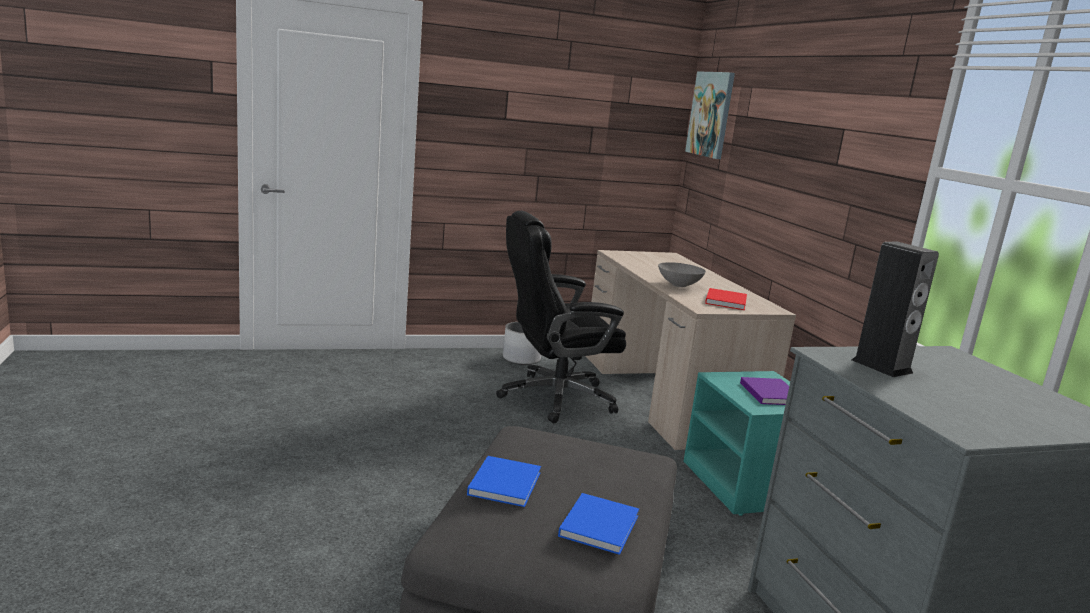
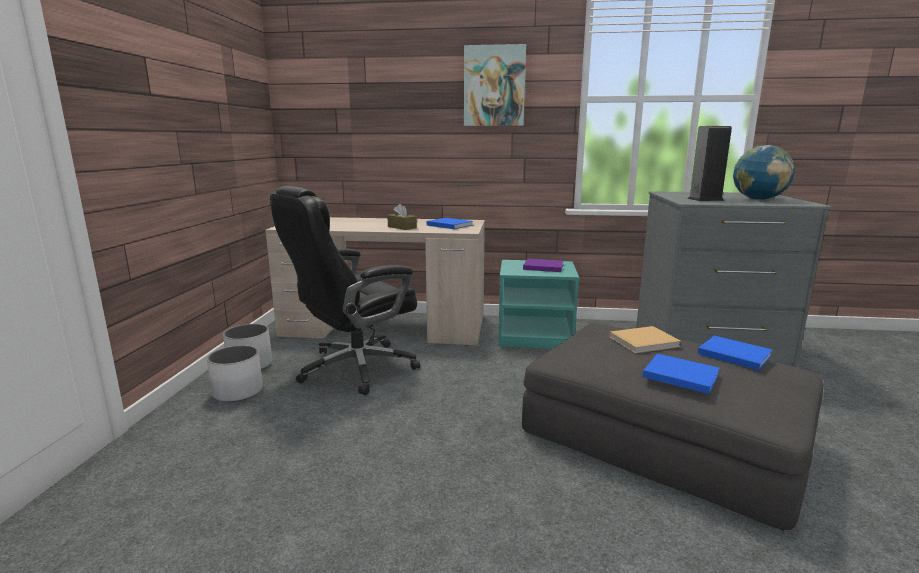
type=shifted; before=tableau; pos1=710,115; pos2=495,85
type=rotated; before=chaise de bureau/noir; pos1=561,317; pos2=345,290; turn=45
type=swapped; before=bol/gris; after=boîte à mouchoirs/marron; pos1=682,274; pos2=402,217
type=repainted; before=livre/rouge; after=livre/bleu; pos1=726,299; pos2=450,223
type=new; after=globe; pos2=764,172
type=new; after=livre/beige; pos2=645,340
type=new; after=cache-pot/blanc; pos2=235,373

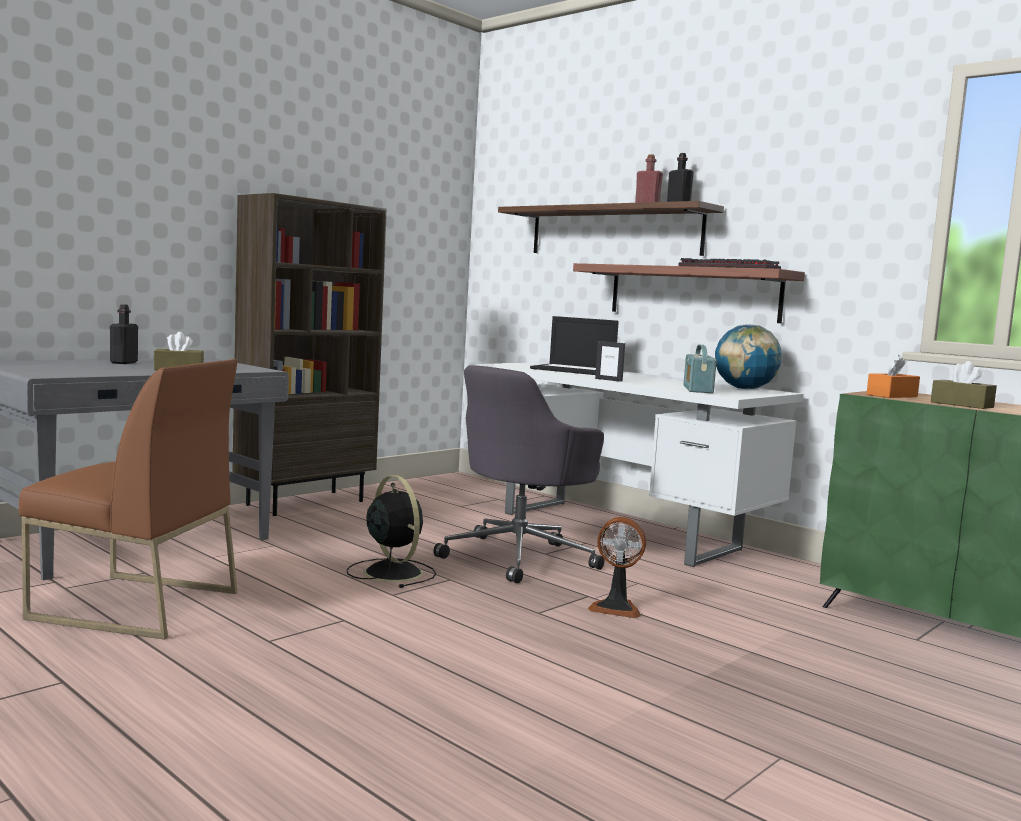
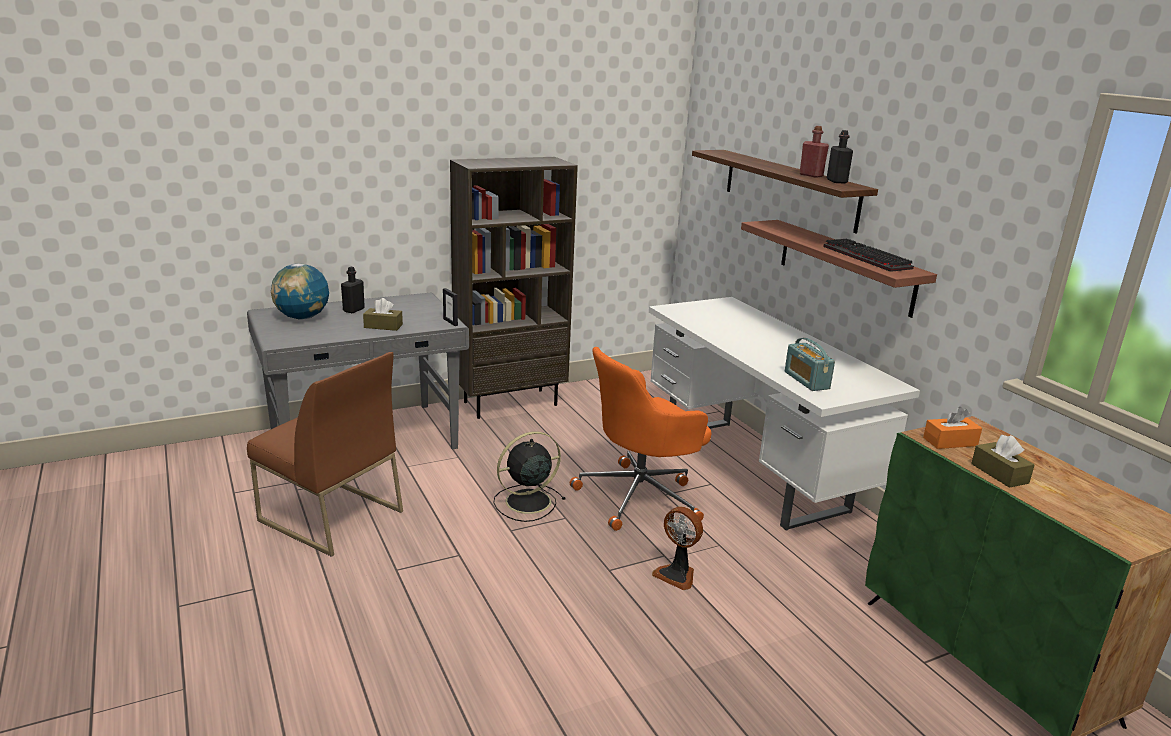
type=gone; before=ordinateur portable; pos1=574,345
type=shifted; before=globe; pos1=748,356; pos2=300,291
type=shifted; before=cadre photo; pos1=610,361; pos2=450,307
type=rotated; before=radio; pos1=700,369; pos2=810,364; turn=-45
type=repainted; before=chaise de bureau/gris; after=chaise de bureau/orange; pos1=519,474; pos2=640,439
type=rotated; before=ventilateur/noir; pos1=391,531; pos2=529,476; turn=-105

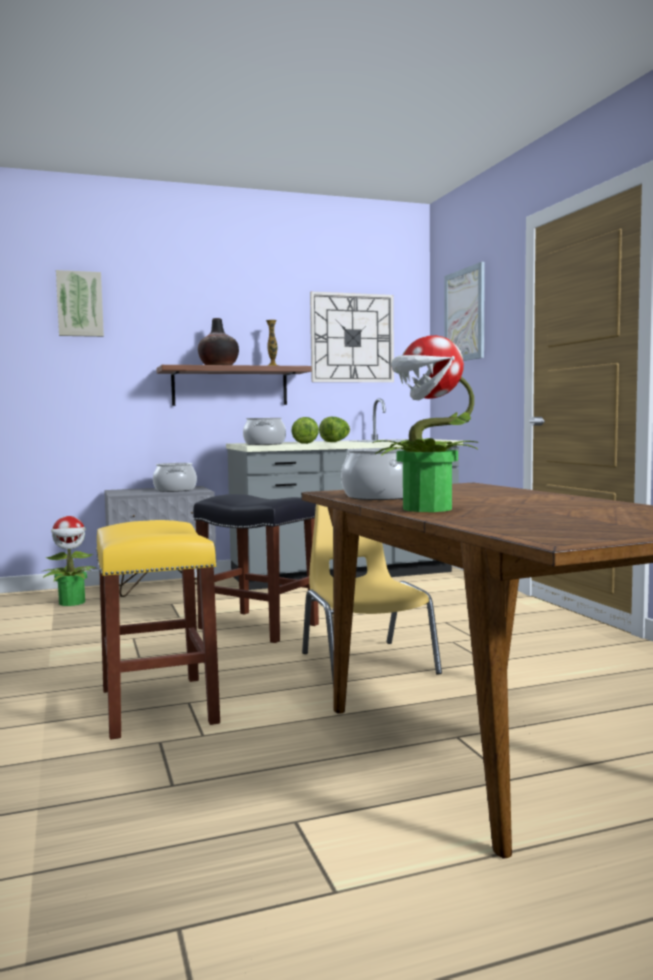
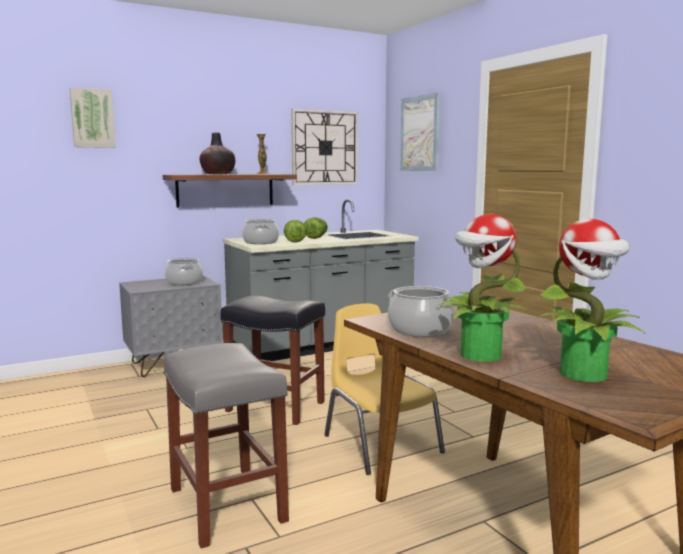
type=shifted; before=plante en pot; pos1=69,561; pos2=591,300
type=repainted; before=tabouret/jaune; after=tabouret/gris; pos1=158,630; pos2=226,445

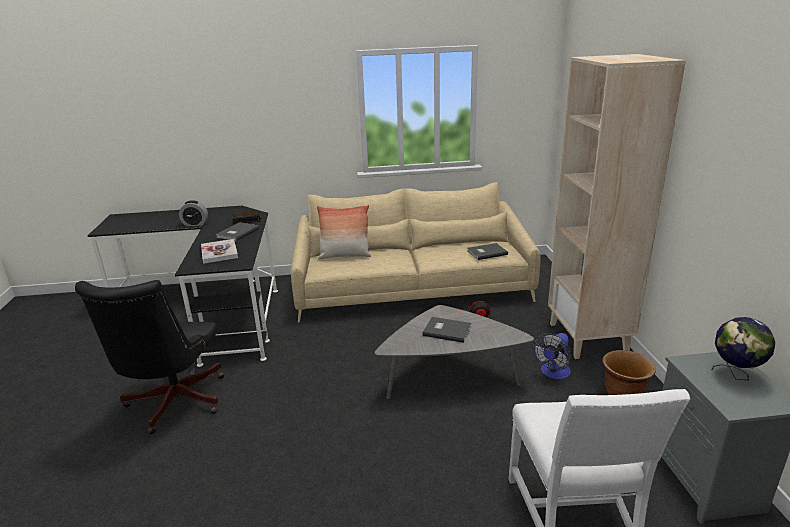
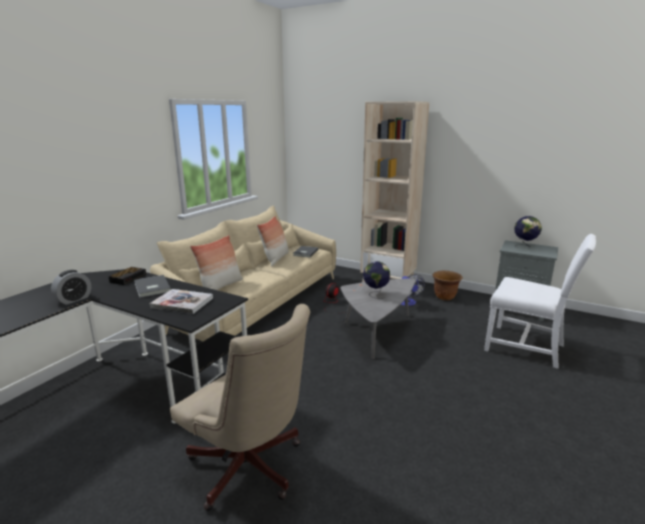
type=repainted; before=chaise de bureau/noir; after=chaise de bureau/beige; pos1=149,357; pos2=240,407
type=swapped; before=livre/gris; after=globe; pos1=447,330; pos2=376,280
type=new; after=coussin; pos2=273,241

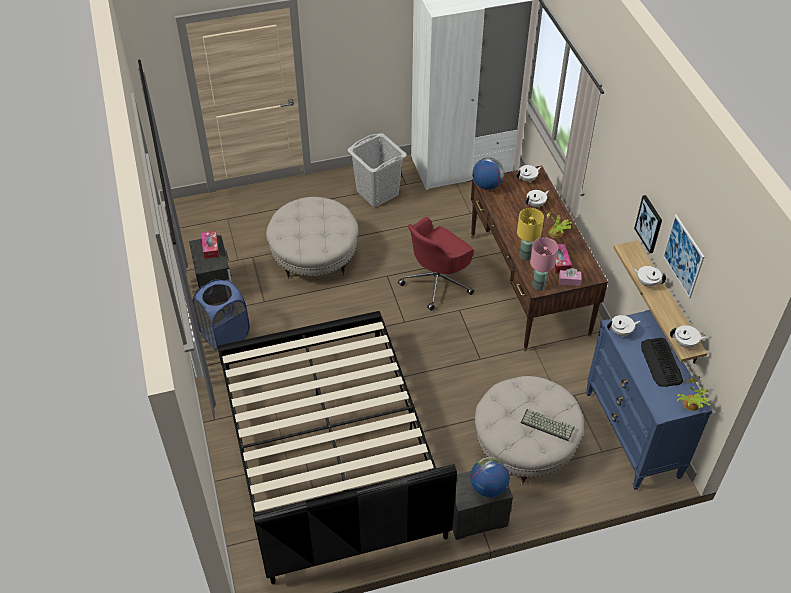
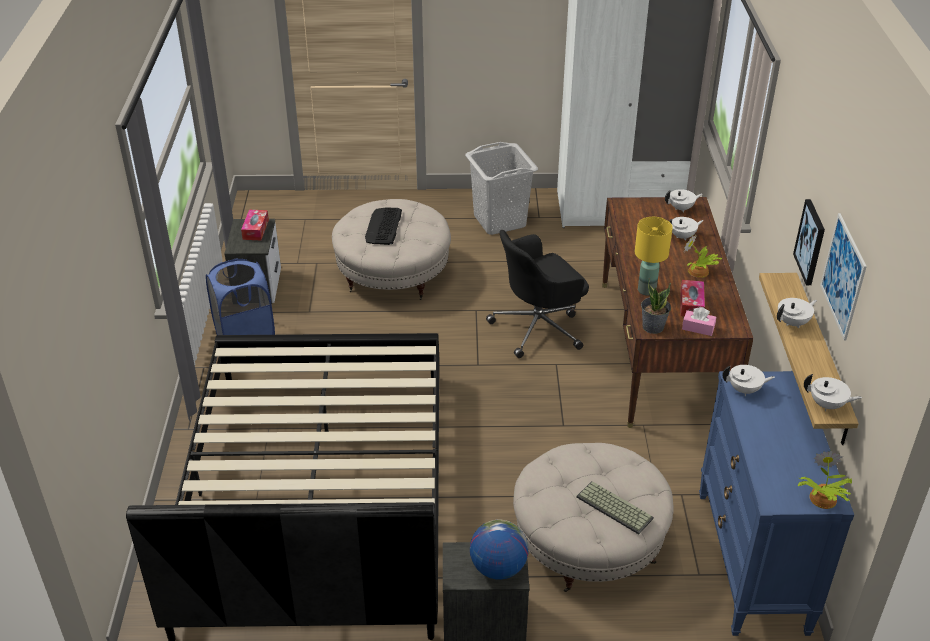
type=gone; before=globe; pos1=488,173
type=repainted; before=chaise de bureau/rouge; after=chaise de bureau/noir; pos1=436,264; pos2=537,294
type=swapped; before=lampe de table/rose; after=plante en pot; pos1=544,264; pos2=656,306
type=rotated; before=théière/blanc; pos1=649,276; pos2=797,313; turn=105
type=shifted; before=clavier; pos1=662,362; pos2=383,226

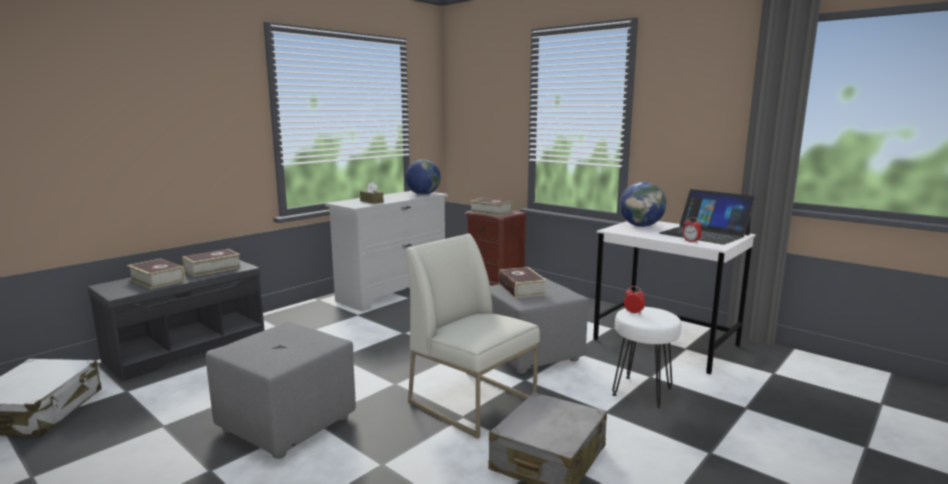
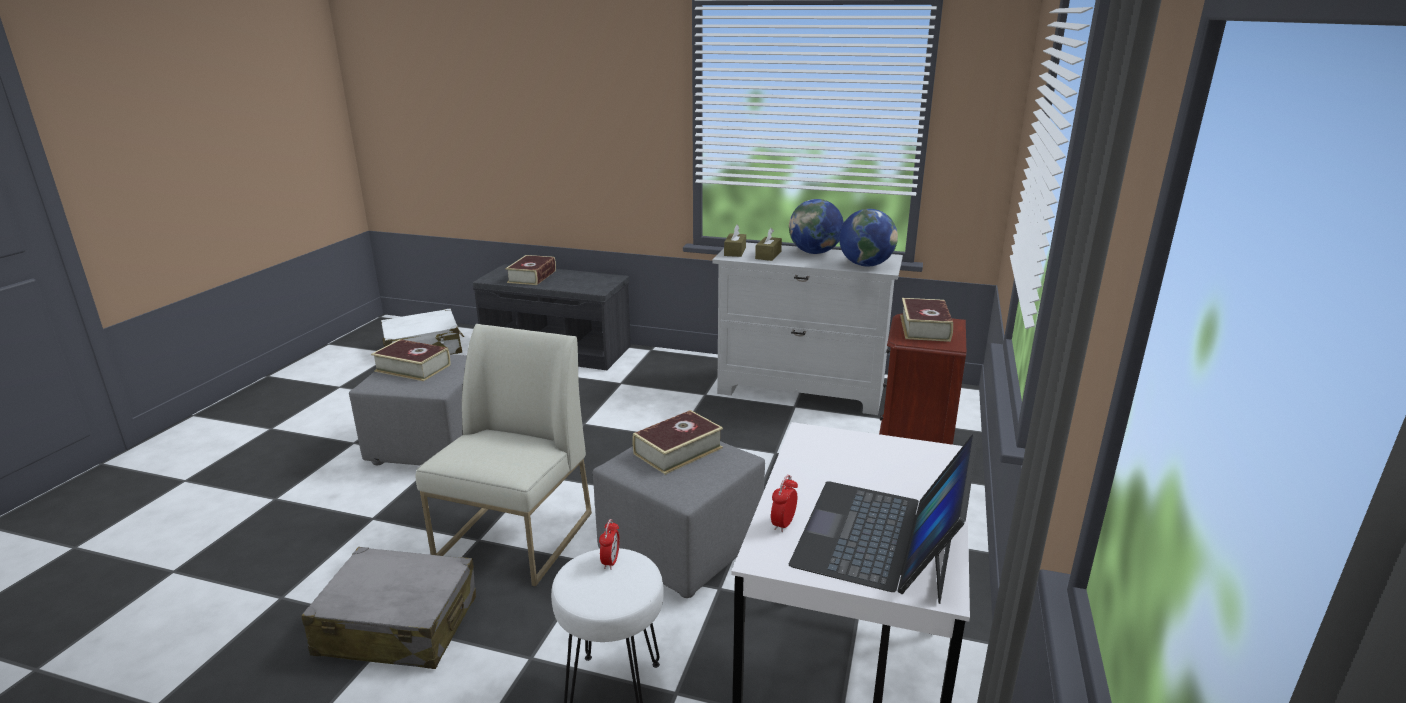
type=shifted; before=globe; pos1=643,204; pos2=816,226
type=shifted; before=livre; pos1=211,263; pos2=411,360
type=new; after=boîte à mouchoirs/marron; pos2=735,241

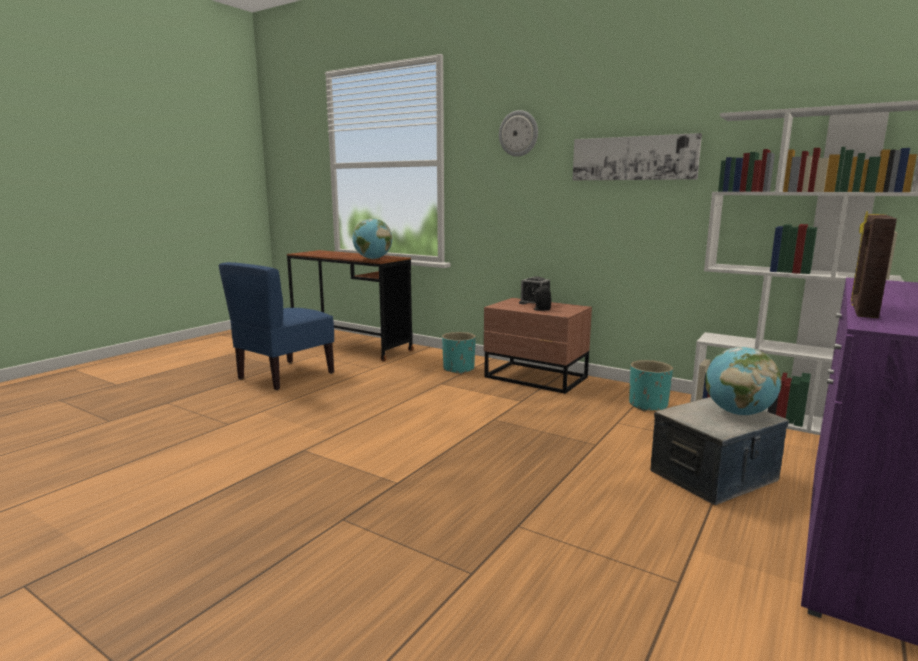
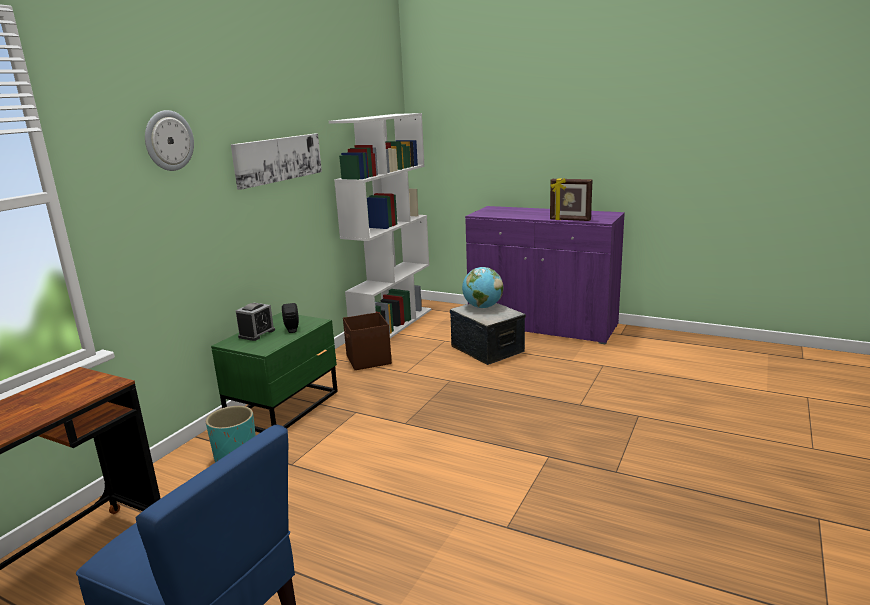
type=gone; before=globe; pos1=372,239
type=repainted; before=table de chevet/marron; after=table de chevet/vert; pos1=538,346; pos2=274,372
type=swapped; before=cache-pot/turquoise; after=boîte de rangement/marron; pos1=651,386; pos2=367,341

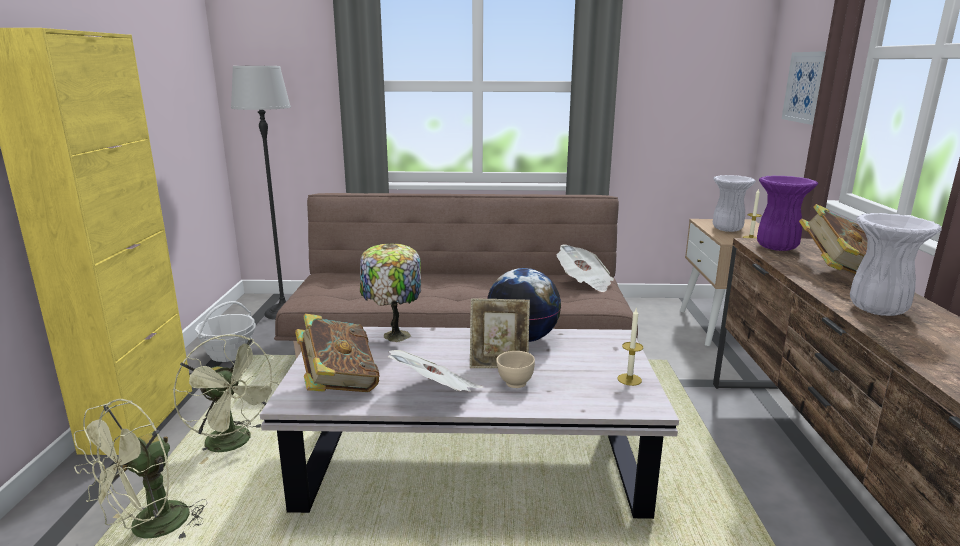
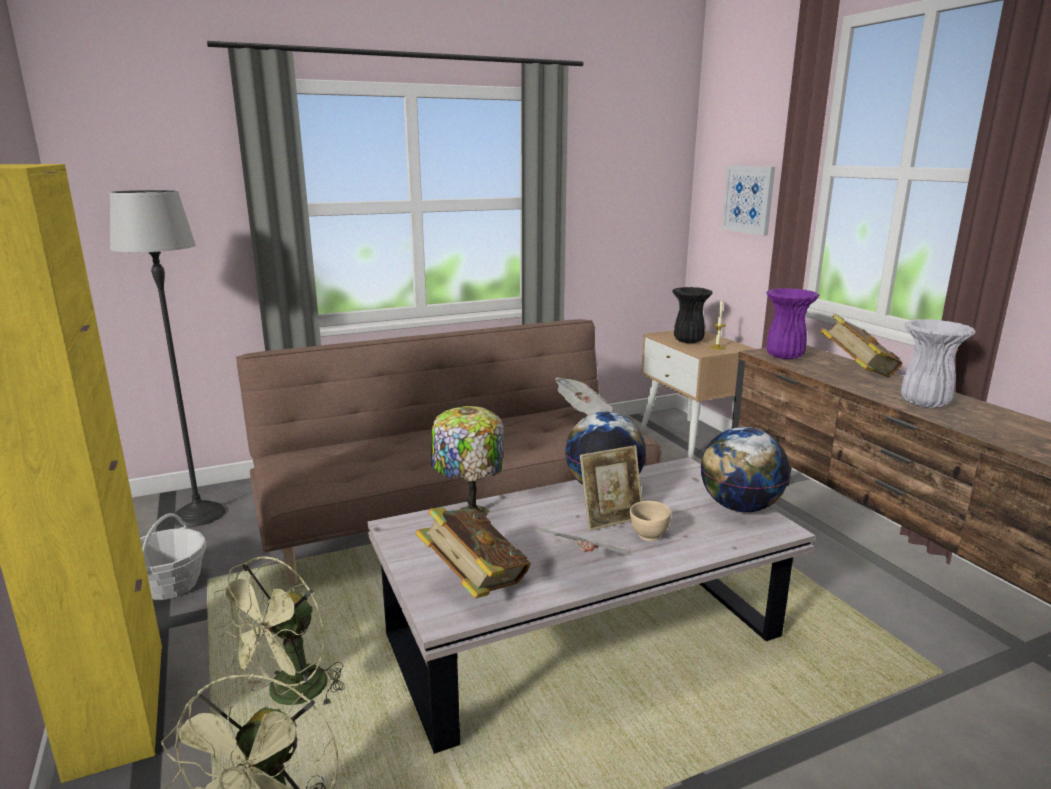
type=repainted; before=vase/blanc; after=vase/noir; pos1=734,203; pos2=693,315
type=swapped; before=bougie; after=globe; pos1=630,347; pos2=745,469
type=rotated; before=ventilateur/vert; pos1=226,399; pos2=279,631; turn=105

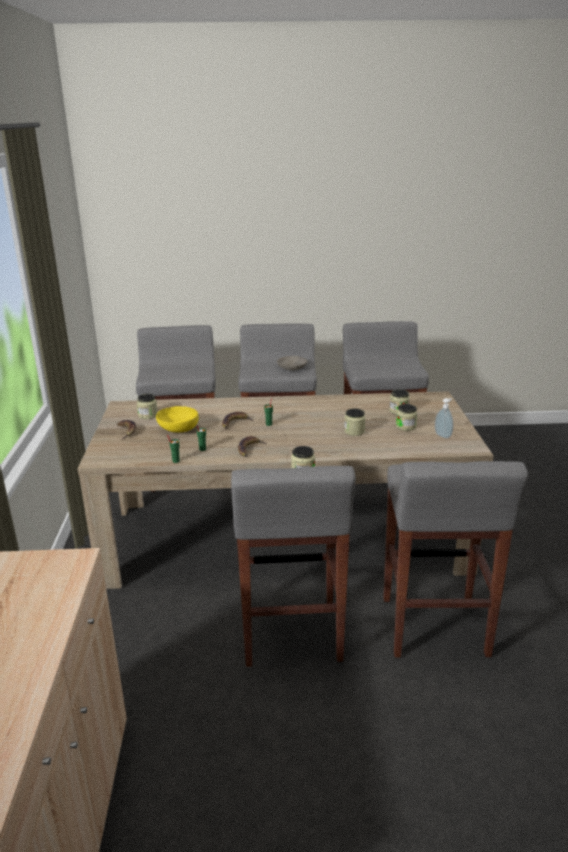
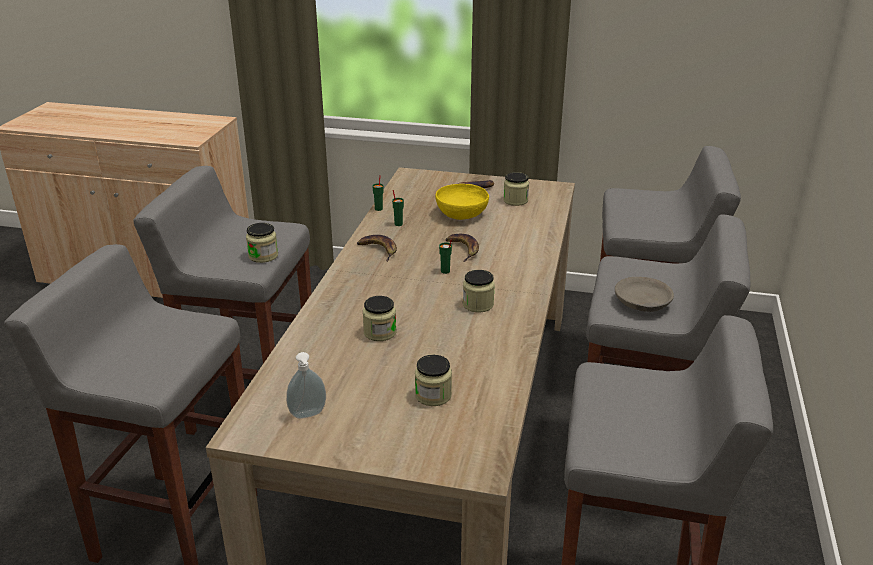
type=shifted; before=bocal; pos1=406,417; pos2=479,291

